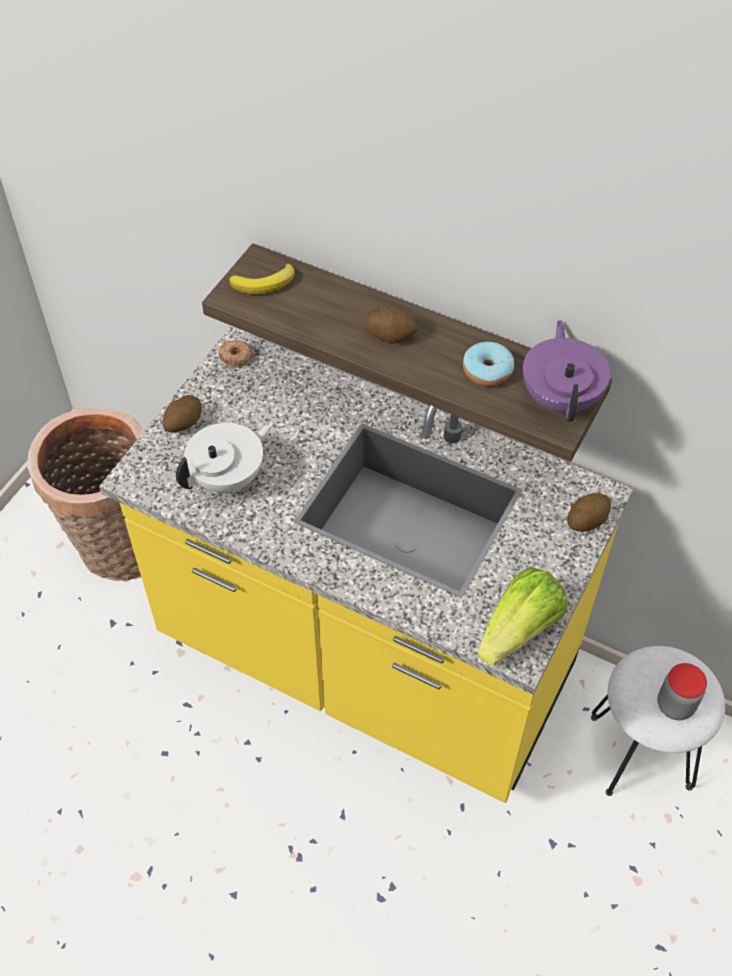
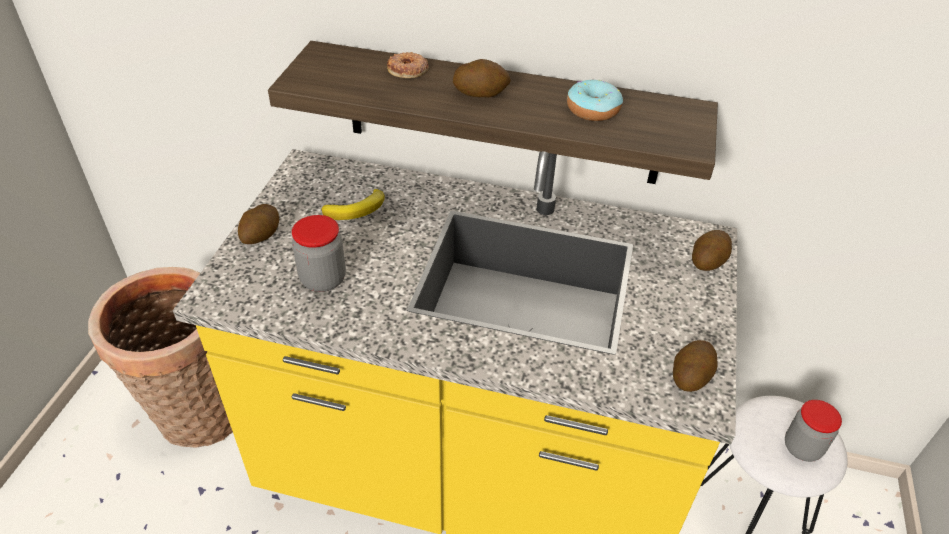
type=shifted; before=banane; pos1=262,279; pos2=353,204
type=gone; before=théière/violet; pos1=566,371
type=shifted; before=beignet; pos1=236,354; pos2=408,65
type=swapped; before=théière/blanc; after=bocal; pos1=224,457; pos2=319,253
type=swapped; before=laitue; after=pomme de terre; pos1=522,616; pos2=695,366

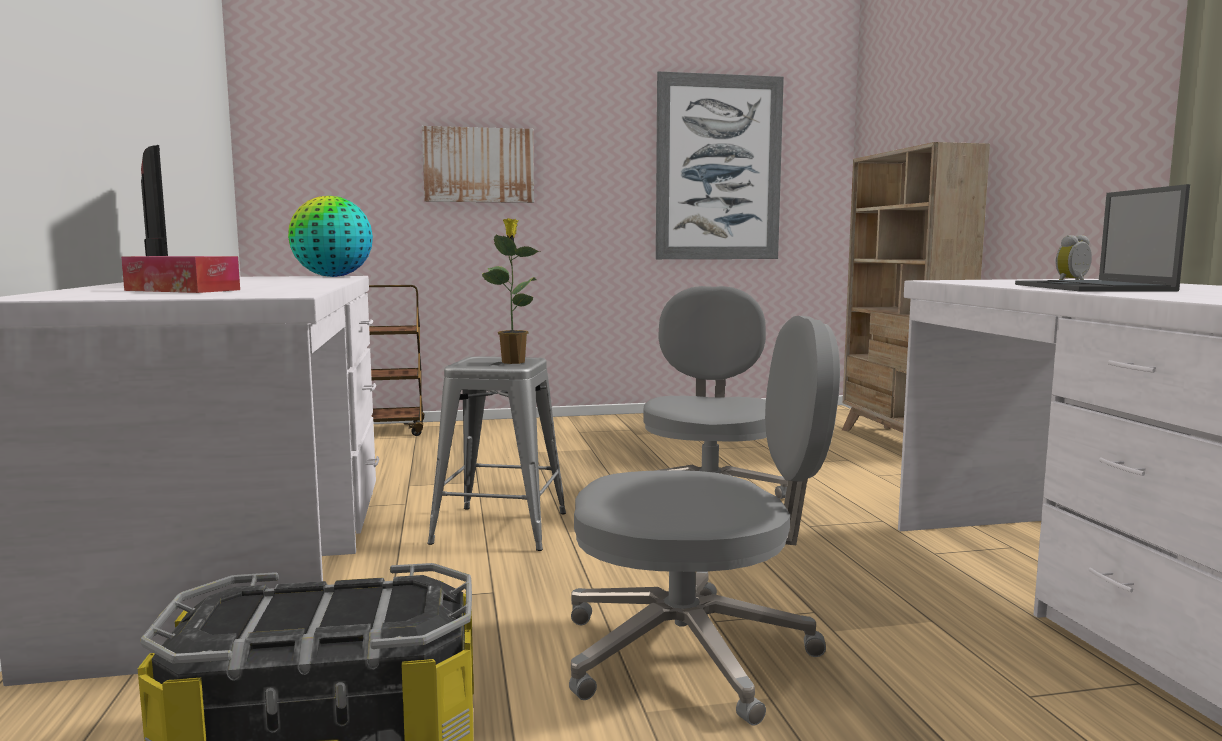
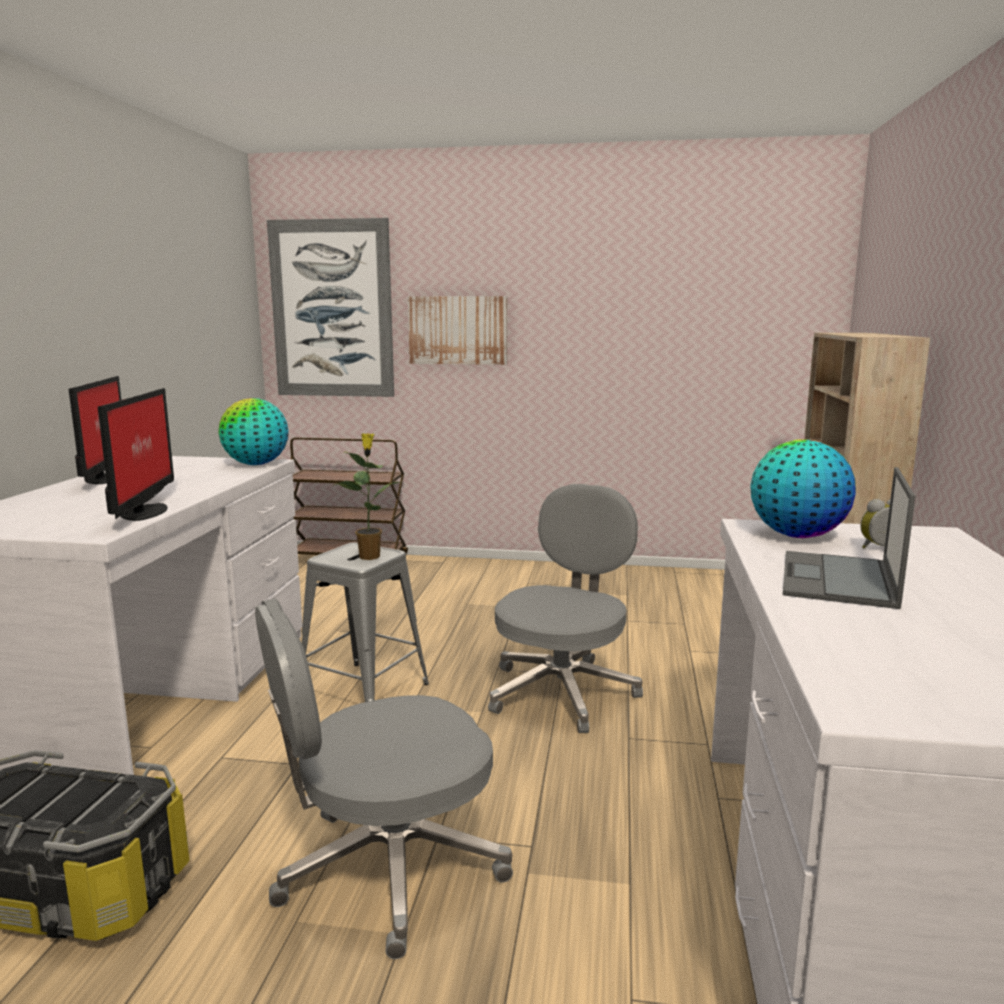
type=shifted; before=tableau; pos1=720,165; pos2=330,307
type=gone; before=boîte à mouchoirs; pos1=180,274
type=rotated; before=chaise de bureau/gris; pos1=704,521; pos2=384,778; turn=135
type=new; after=écran d'ordinateur; pos2=136,454
type=new; after=globe; pos2=803,488

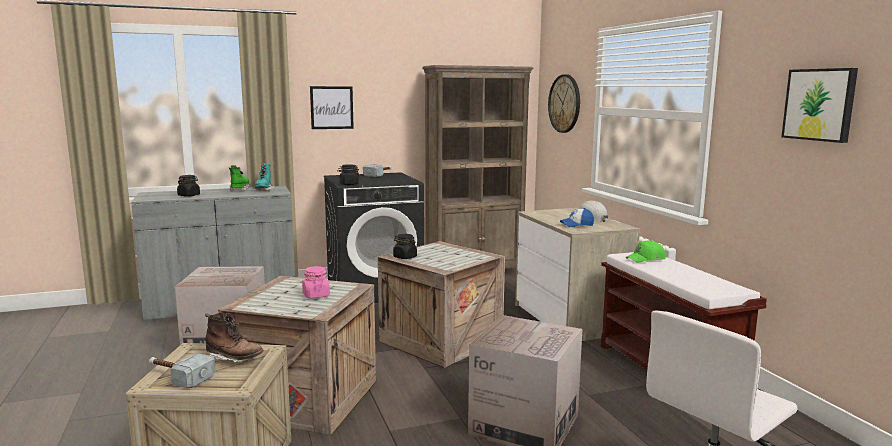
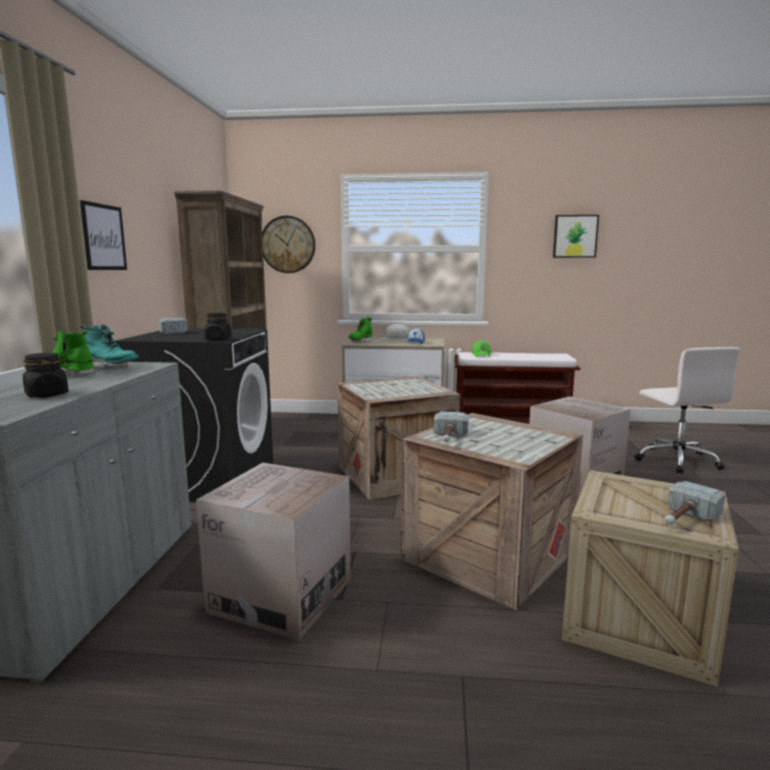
type=gone; before=bocal/noir; pos1=405,246
type=gone; before=bocal/rose; pos1=316,282
type=gone; before=botte/marron; pos1=234,337
type=new; after=botte/vert; pos2=360,329
type=new; after=marteau; pos2=451,426

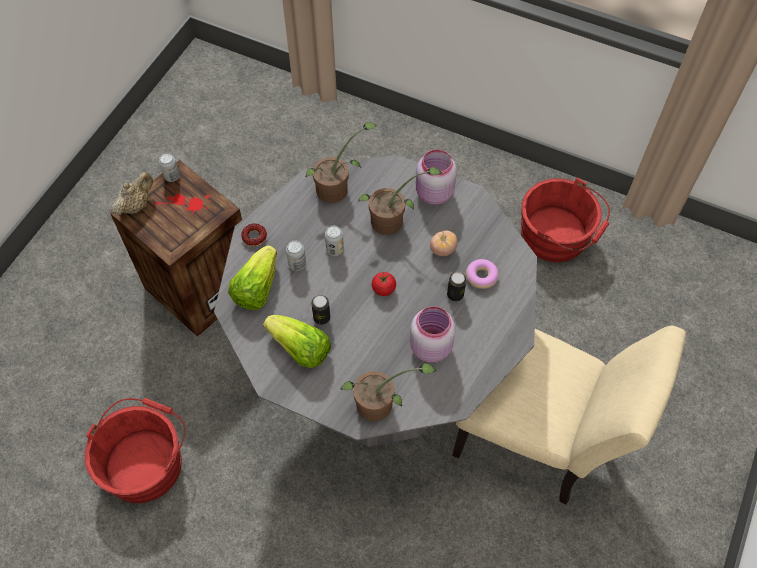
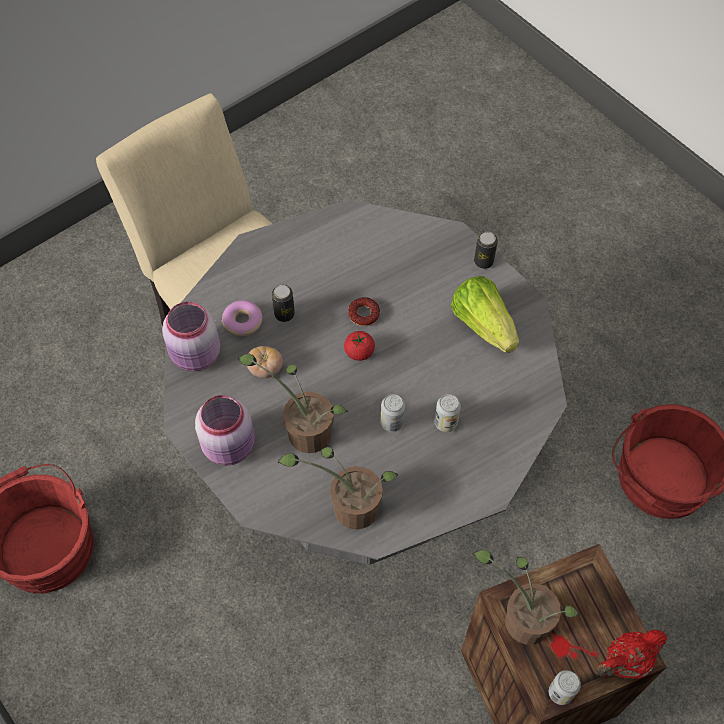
type=repainted; before=théière/beige; after=théière/rouge; pos1=132,194; pos2=631,654
type=shifted; before=beignet; pos1=254,234; pos2=364,311
type=gone; before=laitue; pos1=252,277
type=shifted; before=boîte métallique; pos1=320,310; pos2=486,250
type=shifted; before=bocal/rose; pos1=433,334; pos2=191,336
type=shifted; before=plante en pot; pos1=388,392; pos2=526,597

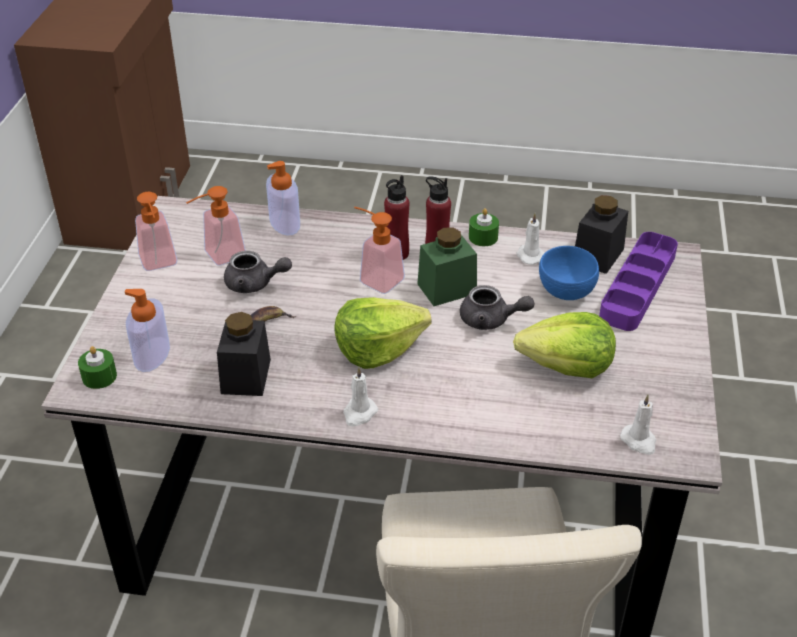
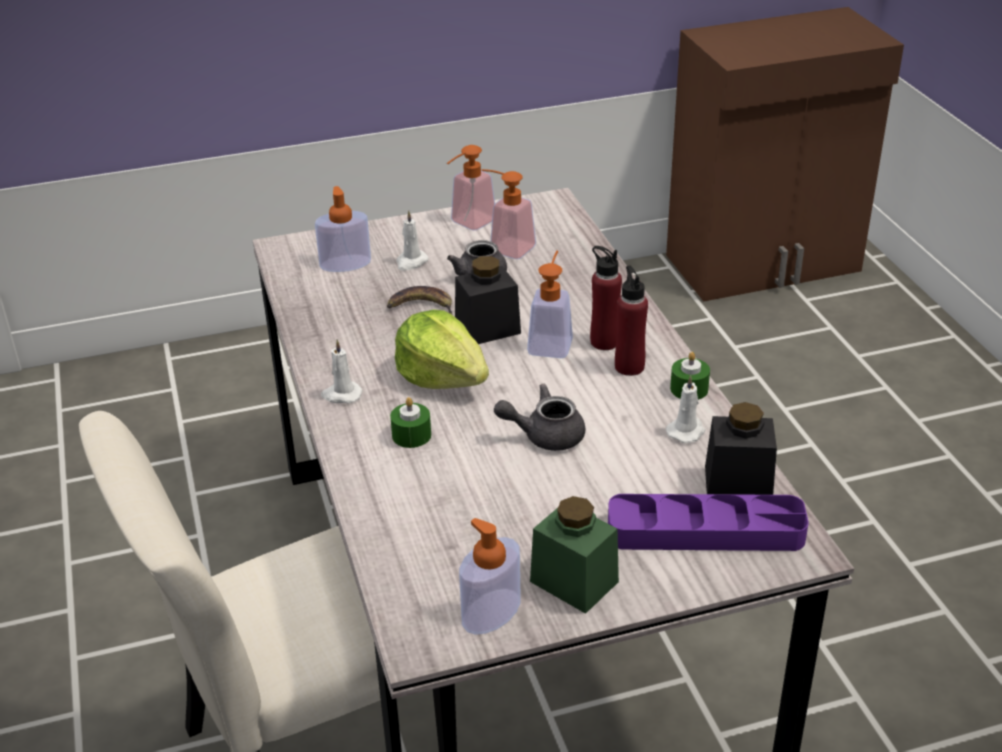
type=shifted; before=distributeur de savon; pos1=283,198; pos2=490,576
type=shifted; before=bocal/vert; pos1=447,267; pos2=574,555
type=gone; before=bol/bleu; pos1=569,273
type=rotated; before=théière/gris; pos1=497,307; pos2=539,417; turn=90
type=shifted; before=bocal/noir; pos1=244,354; pos2=488,300
type=gone; before=laitue; pos1=564,345
type=shifted; before=bougie/vert; pos1=97,367; pos2=410,422
type=shifted; before=bougie/blanc; pos1=638,424; pos2=412,240

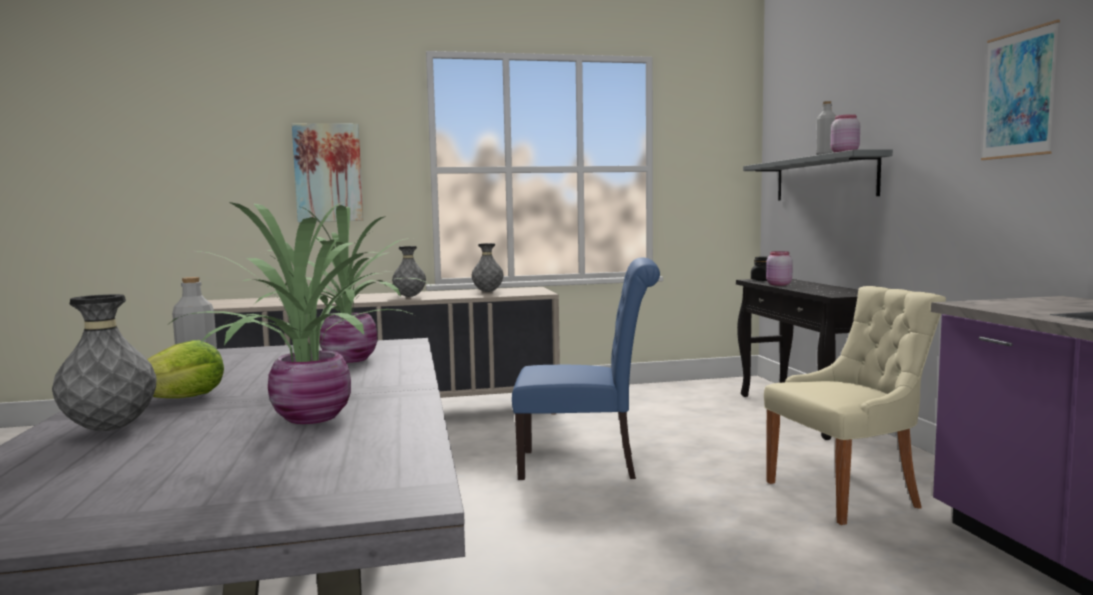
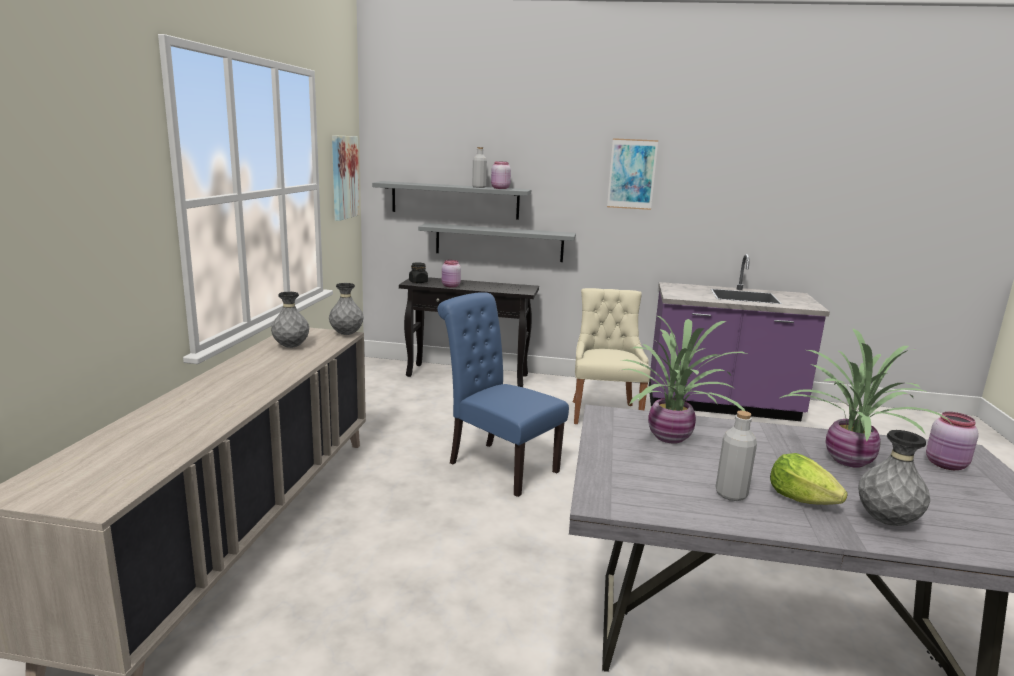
type=shifted; before=tableau; pos1=327,172; pos2=346,178
type=shifted; before=vase/gris; pos1=409,271; pos2=346,309
type=rotated; before=chaise/bleu; pos1=586,368; pos2=503,394; turn=-75
type=new; after=étagère/gris; pos2=497,242
type=new; after=bocal/rose; pos2=952,441

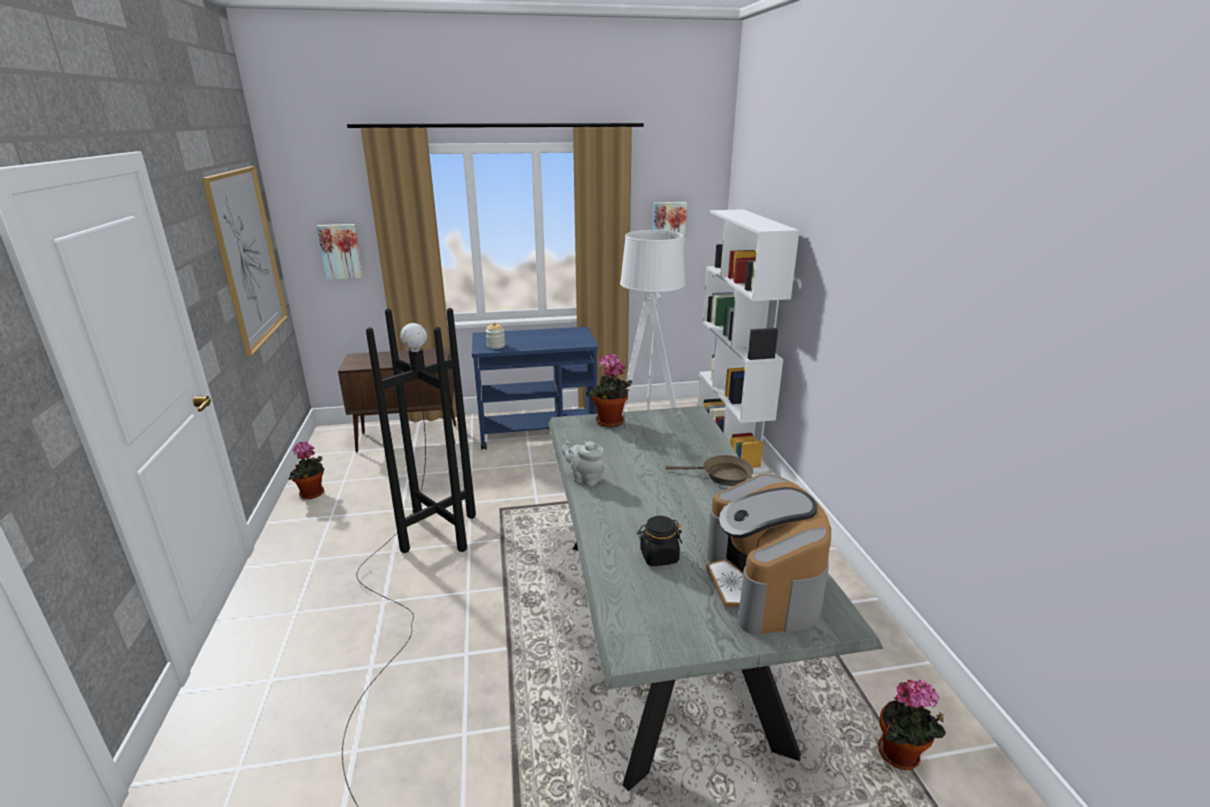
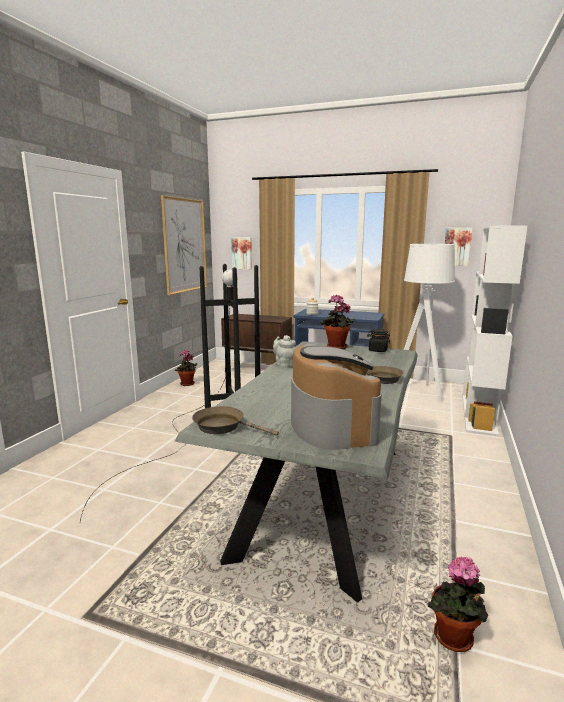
type=rotated; before=machine à café; pos1=768,554; pos2=336,396; turn=150
type=shifted; before=bocal/noir; pos1=659,541; pos2=378,340
type=new; after=poêle/marron; pos2=235,421

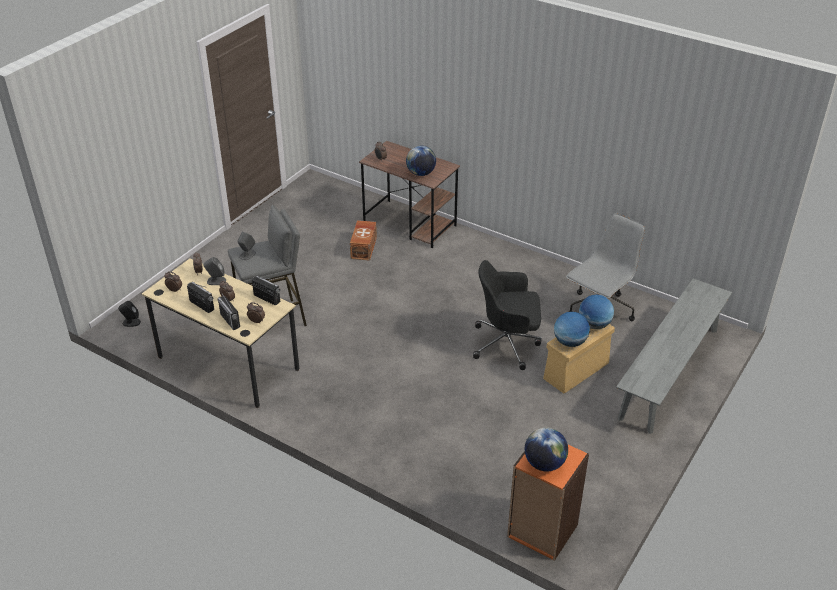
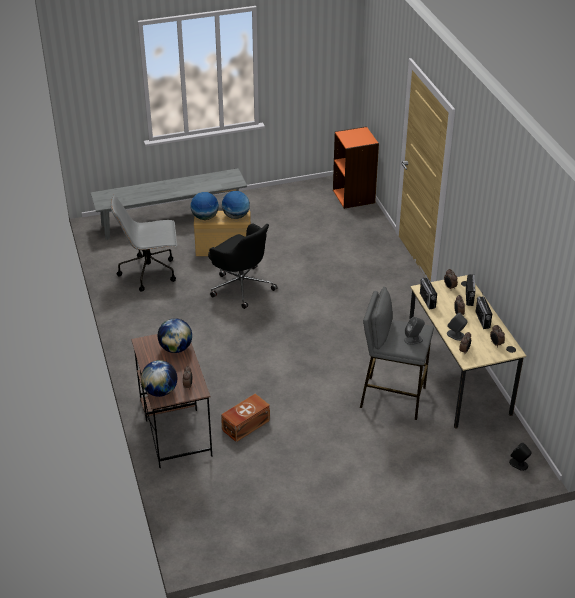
type=shifted; before=globe; pos1=546,449; pos2=159,378

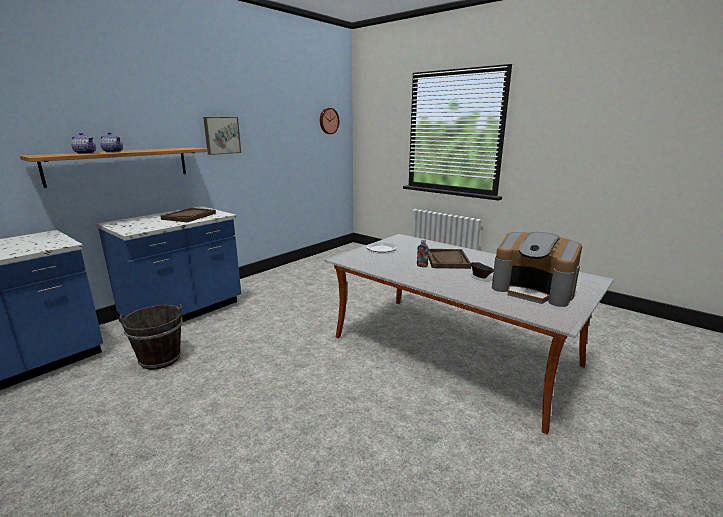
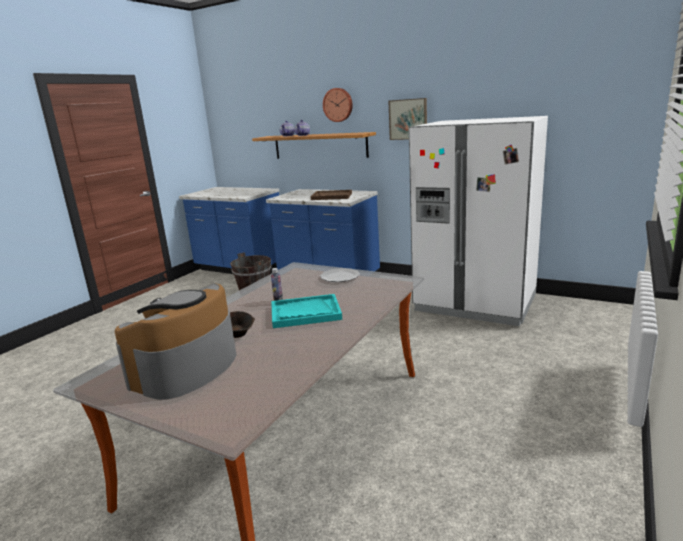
type=shifted; before=horloge murale; pos1=329,121; pos2=338,105
type=repainted; before=plateau/marron; after=plateau/turquoise; pos1=449,259; pos2=306,311
type=new; after=réfrigérateur/blanc; pos2=478,221

